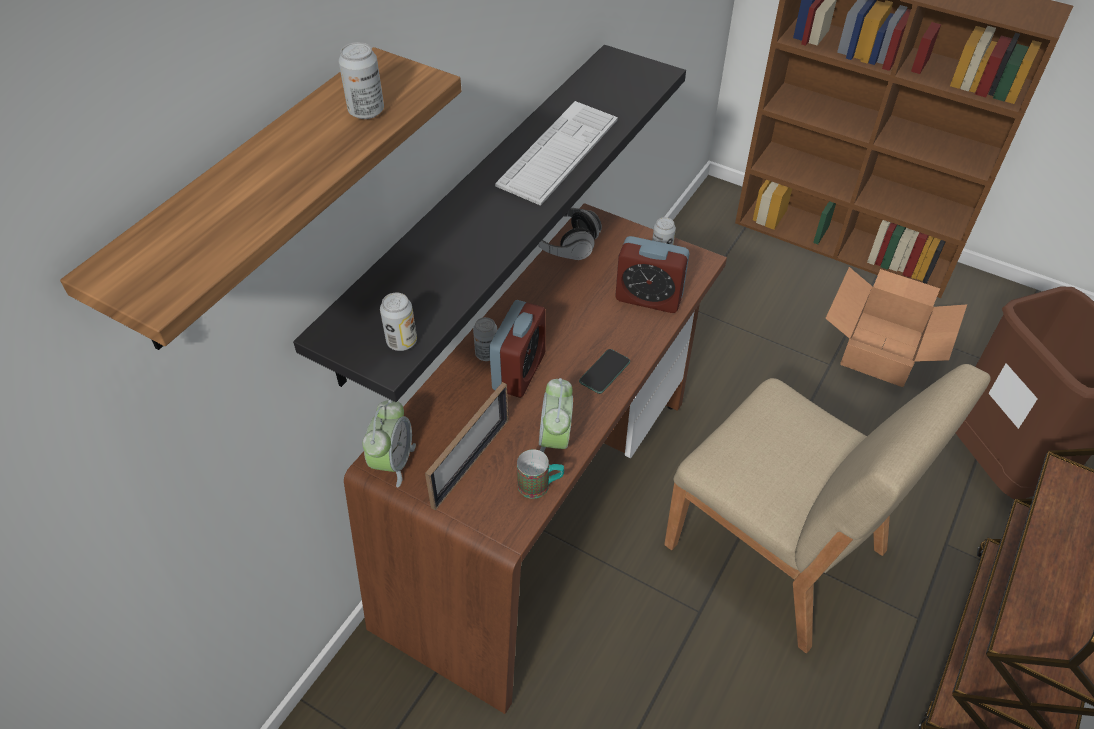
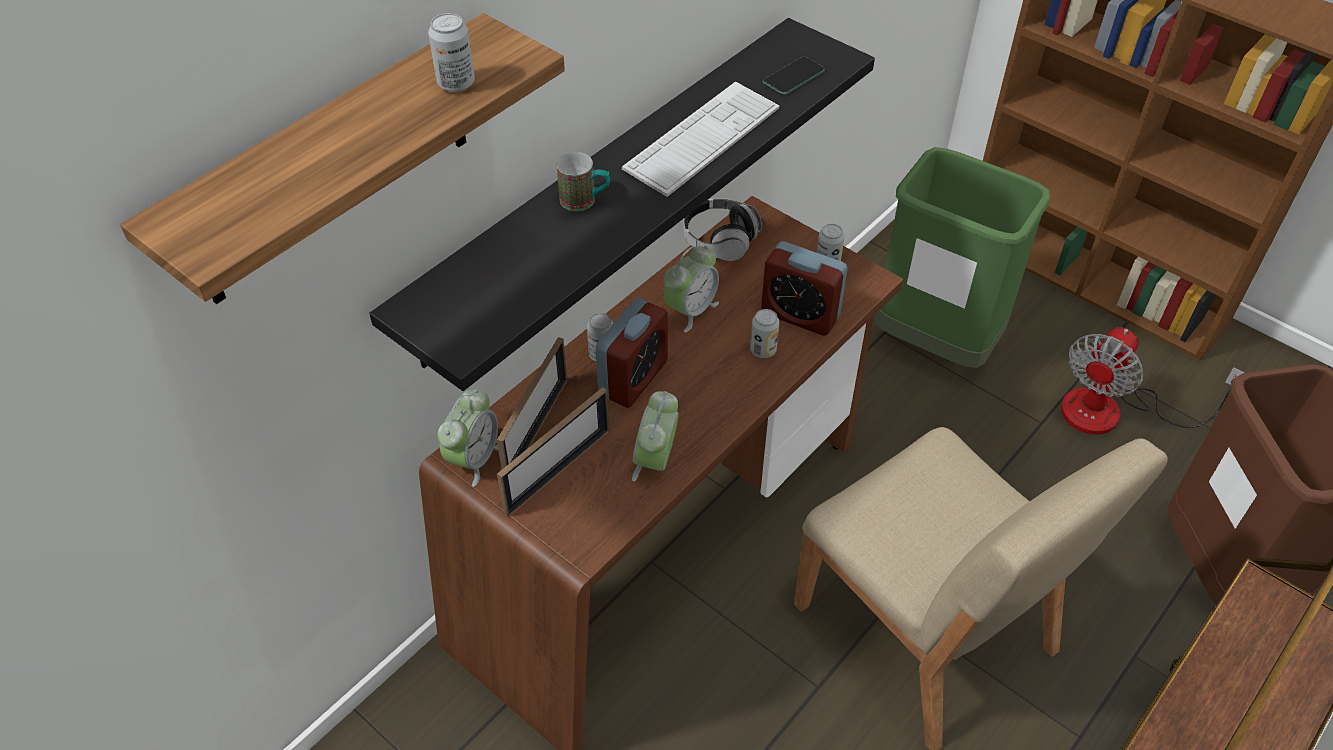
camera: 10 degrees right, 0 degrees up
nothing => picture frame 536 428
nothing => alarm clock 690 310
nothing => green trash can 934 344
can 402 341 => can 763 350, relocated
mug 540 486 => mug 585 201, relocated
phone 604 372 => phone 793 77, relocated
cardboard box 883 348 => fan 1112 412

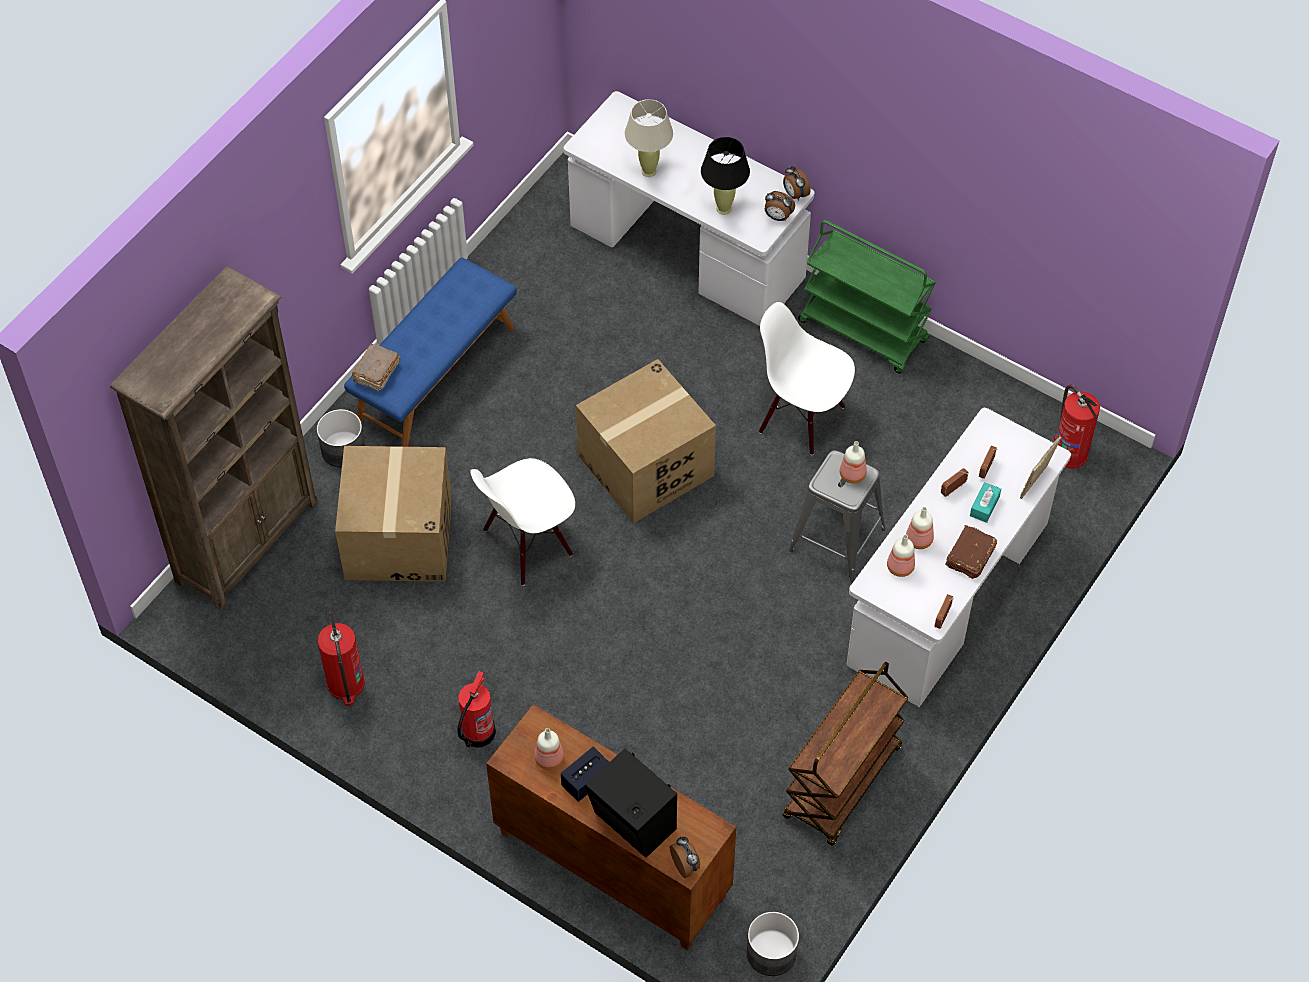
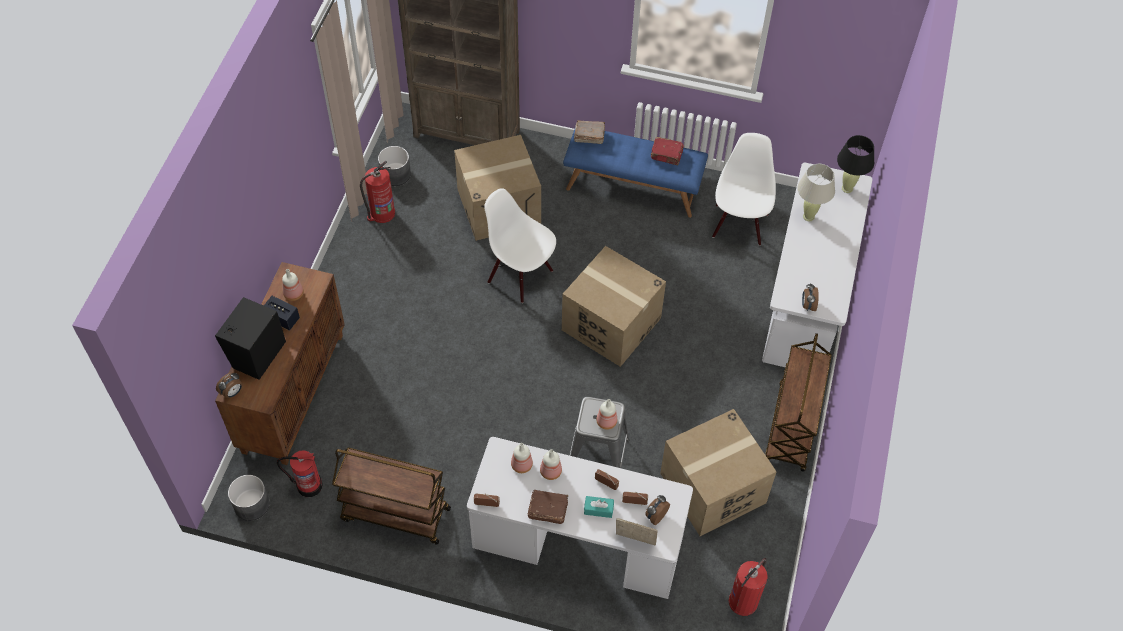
camera: 70 degrees right, 0 degrees up
nothing => red book 667 155
nothing => cardboard box 712 488
grey planter 342 449 => grey planter 395 174, relocated
fire extinguisher 477 733 => fire extinguisher 308 485, relocated
black table lamp 724 208 => black table lamp 847 188, relocated
white chair 802 418 => white chair 739 225, relocated
alarm clock 794 194 => alarm clock 655 516, relocated
green cart 864 331 => brown cart 792 428

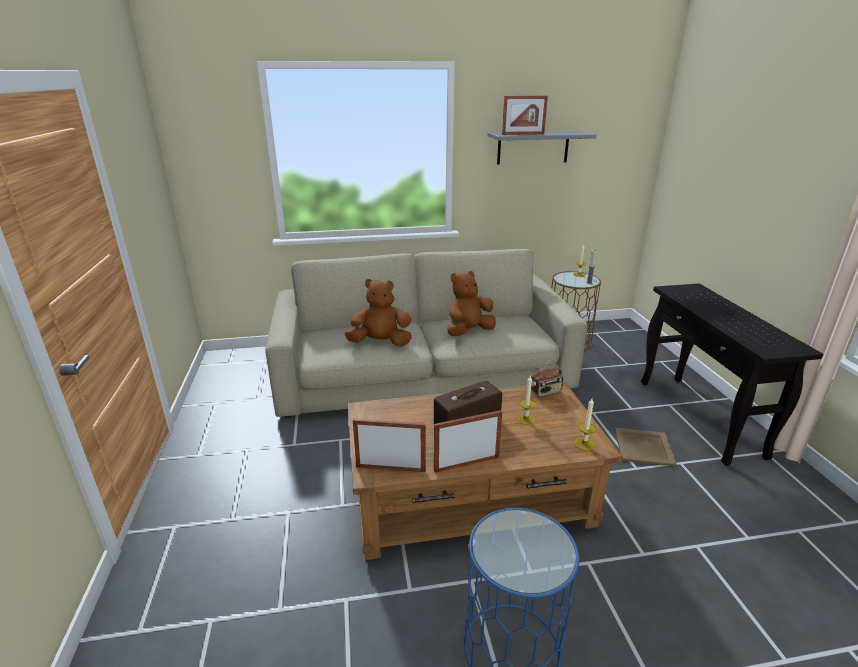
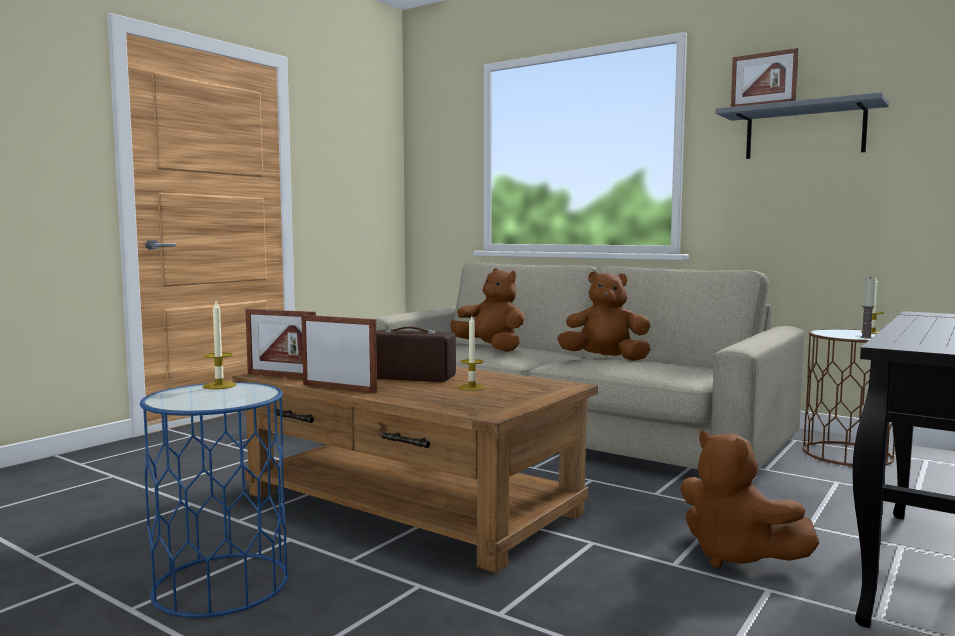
camera: 45 degrees right, 20 degrees down
radio 546 391 => nothing
candle 584 443 => candle 219 386, relocated
beige tray 643 447 => brown plush toy 735 556
picture frame 390 468 => picture frame 282 376, 150 degrees clockwise

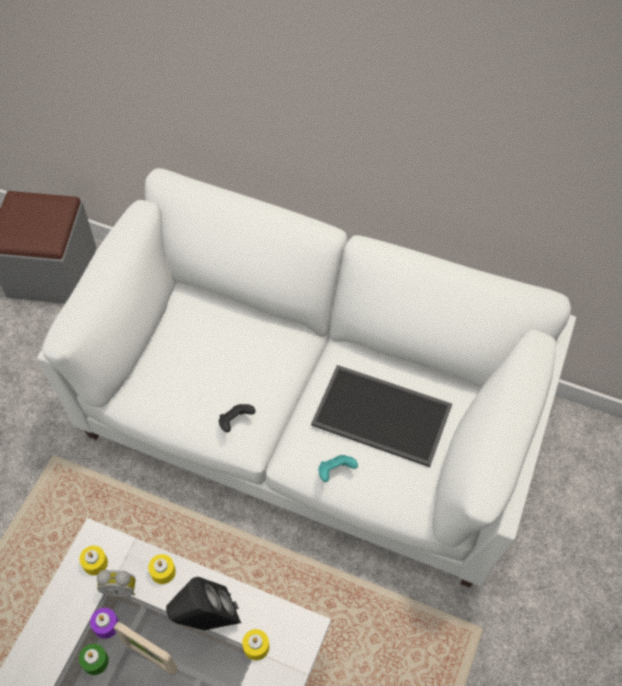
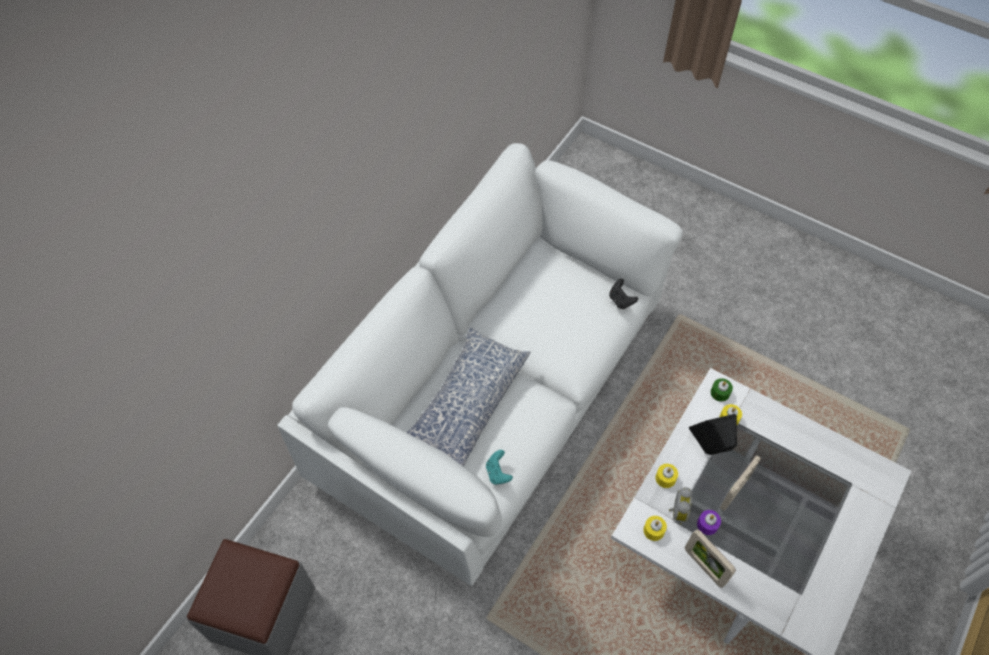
camera: 80 degrees left, 0 degrees up
tray 383 414 => nothing
nothing => pillow 466 403
nothing => picture frame 704 567
green candle 95 661 => green candle 720 393, relocated
black game controller 235 422 => black game controller 621 300, relocated
turquoise game controller 335 472 => turquoise game controller 498 473, relocated

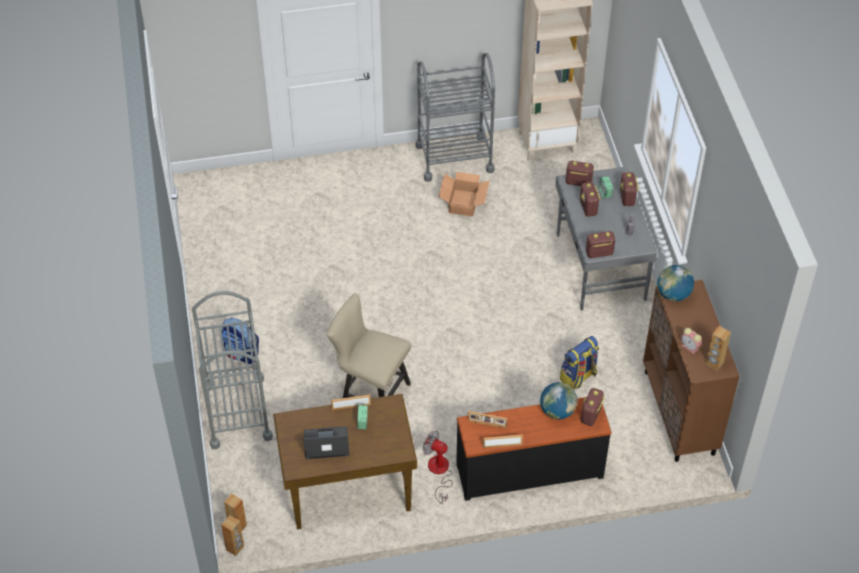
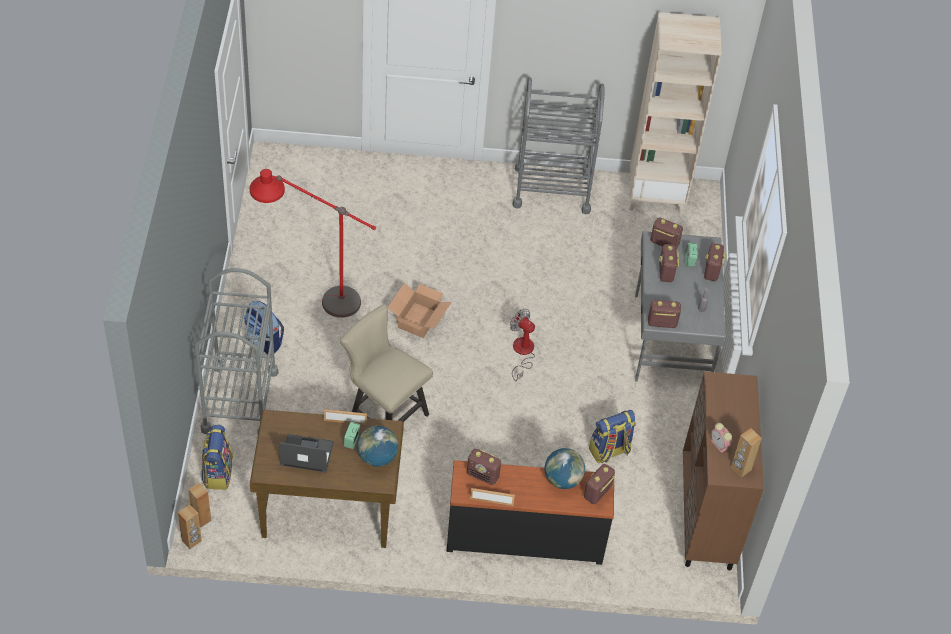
camera: 10 degrees right, 0 degrees up
nothing => backpack 217 473
nothing => red floor lamp 313 299
fan 439 472 => fan 522 353, relocated
cardboard box 463 203 => cardboard box 418 320, relocated
globe 673 294 => globe 377 457, relocated
picture frame 487 424 => radio 483 475

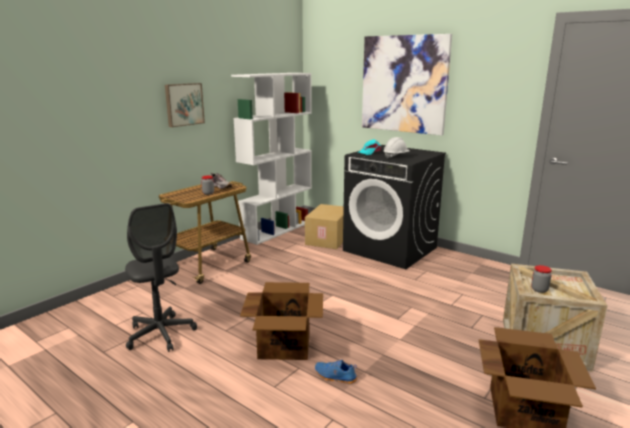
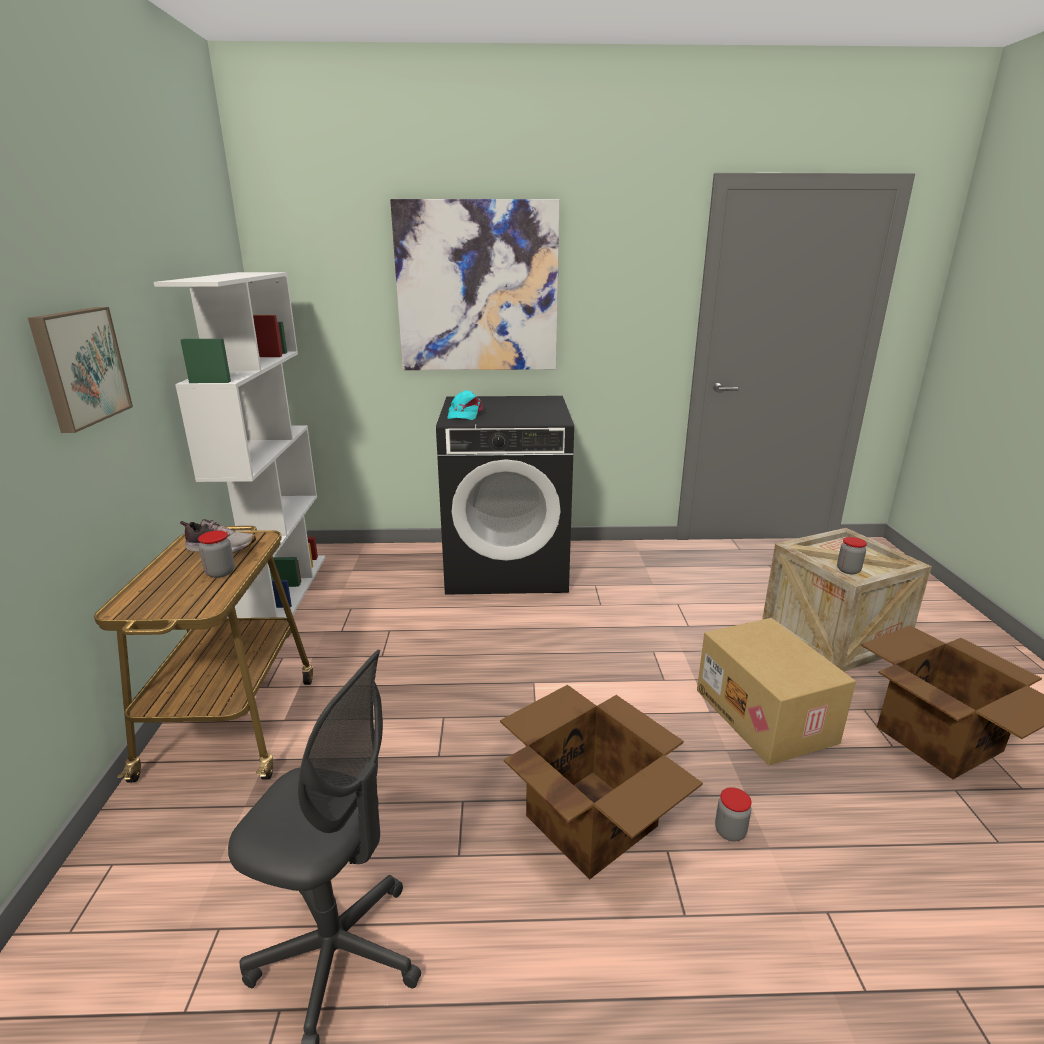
camera: 40 degrees left, 5 degrees up
white hard hat 396 157 => nothing
cardboard box 329 239 => cardboard box 766 716, relocated
blue shoe 335 377 => jar 730 831

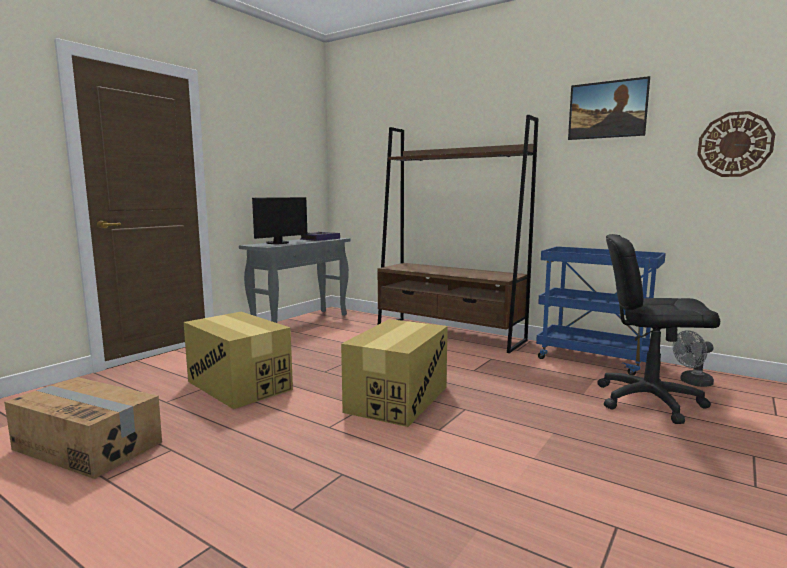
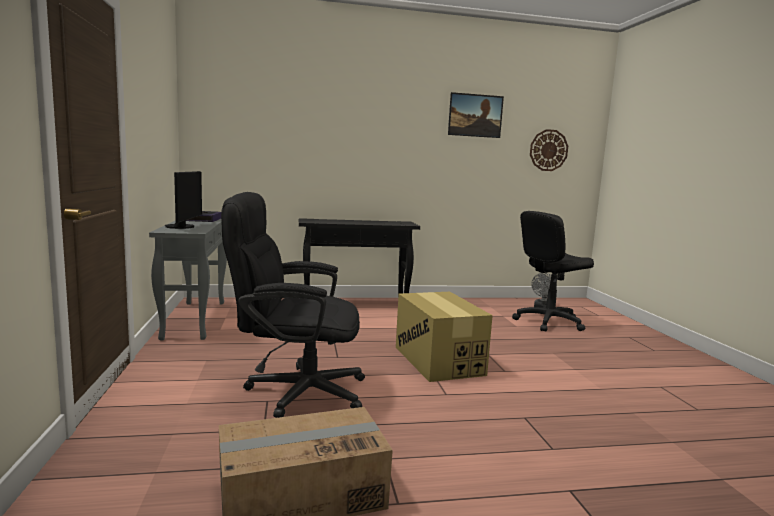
camera: 45 degrees left, 0 degrees up
blue cart 595 360 => nothing
cardboard box 239 385 => black office chair 295 391
brown bookcase 449 334 => black console table 356 304

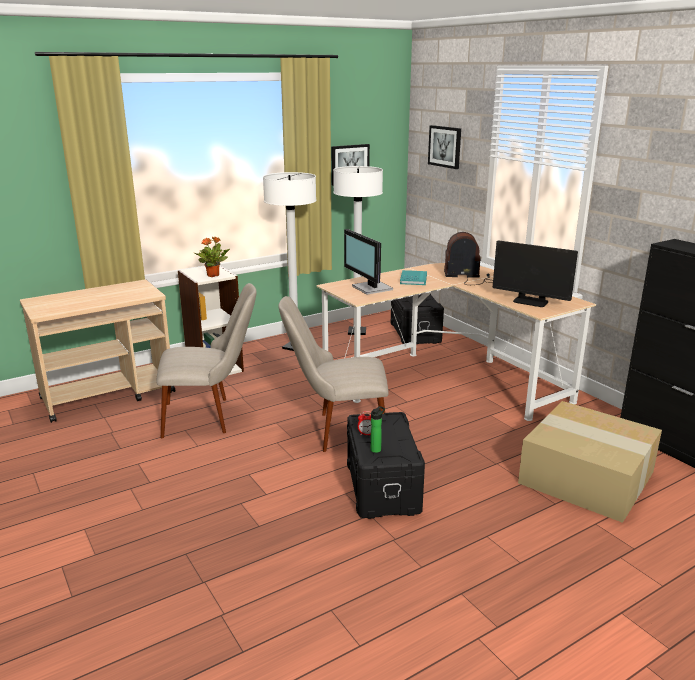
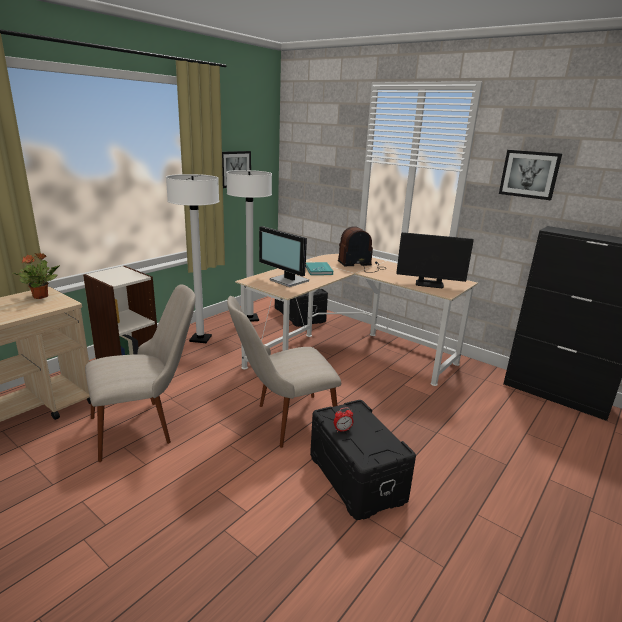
camera: 20 degrees left, 0 degrees up
bottle 377 449 => nothing
cardboard box 588 477 => nothing
potted plant 213 275 => potted plant 41 296, relocated
picture 445 146 => picture 529 174, relocated

